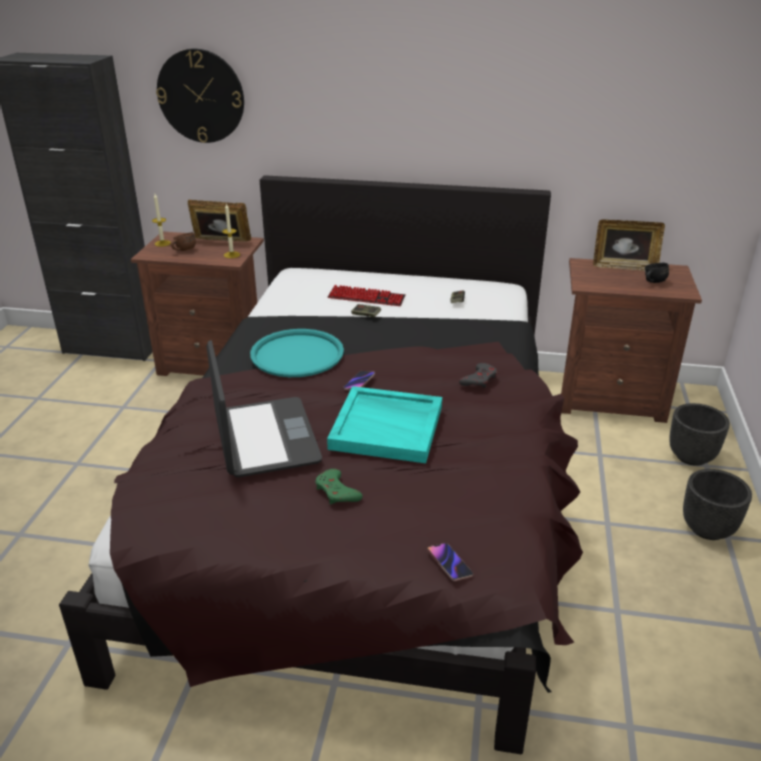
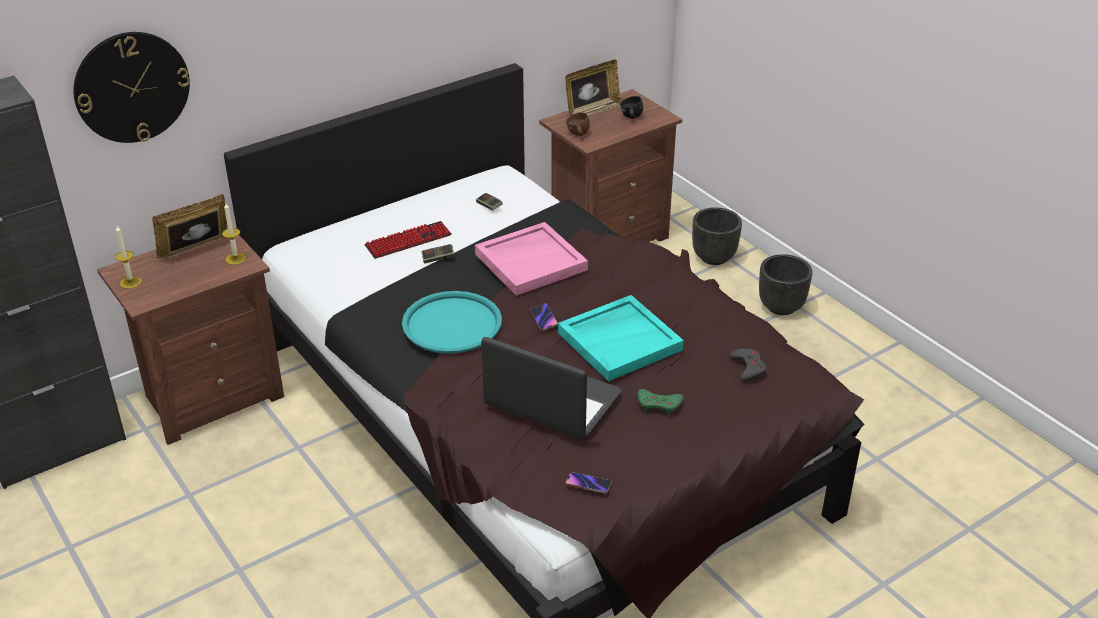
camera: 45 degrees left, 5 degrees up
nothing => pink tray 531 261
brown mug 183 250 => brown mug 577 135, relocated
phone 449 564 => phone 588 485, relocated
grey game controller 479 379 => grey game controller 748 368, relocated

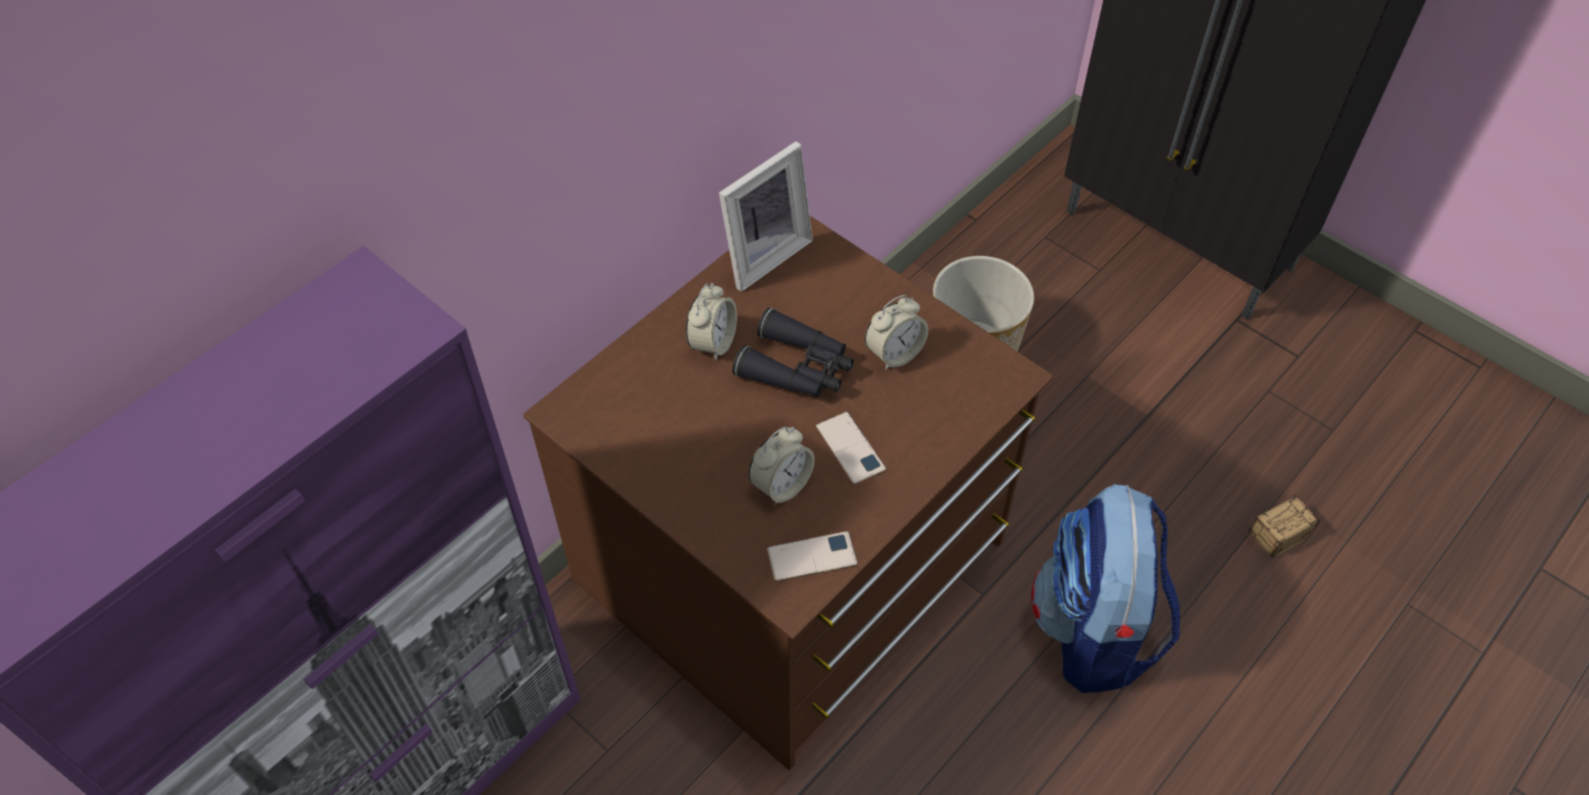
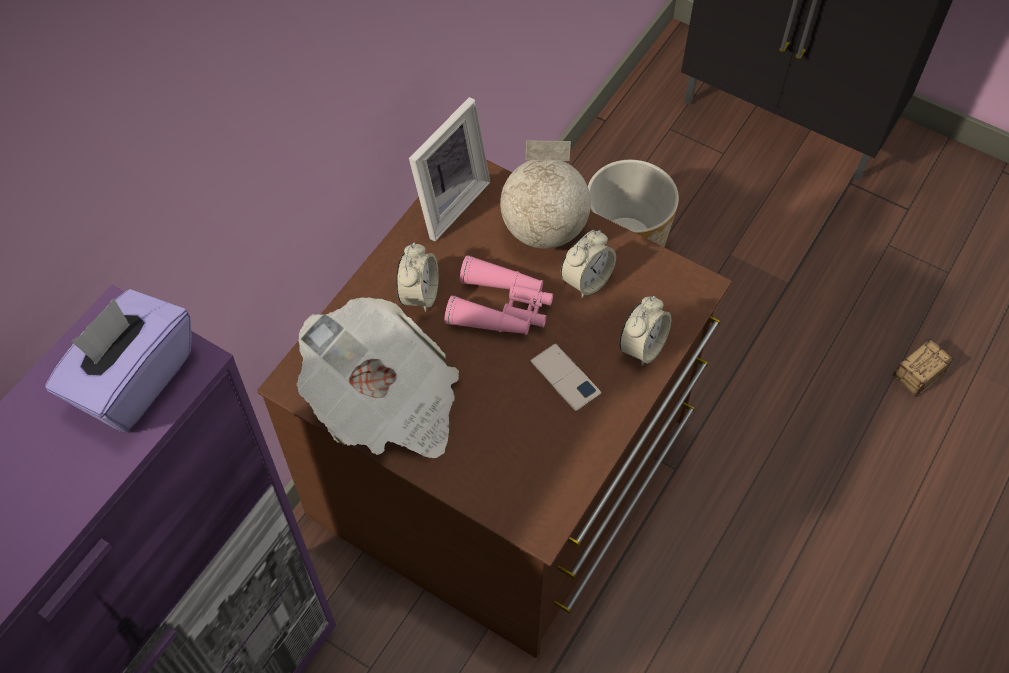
camera: 10 degrees left, 5 degrees up
phone 812 557 => nothing
backpack 1094 631 => nothing
nothing => purple tissue box 133 379
nothing => newspaper 386 403
nothing => globe 545 230
alarm clock 781 485 => alarm clock 642 347, relocated
black binoculars 797 368 => pink binoculars 502 308

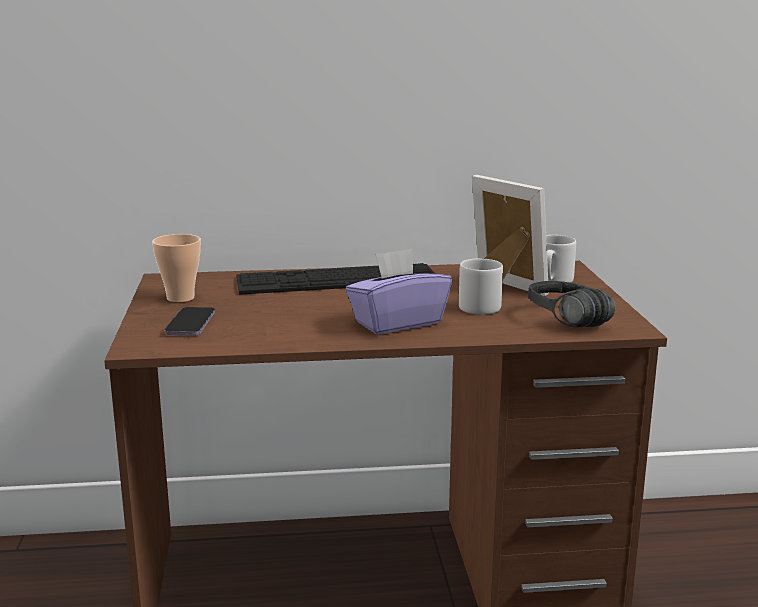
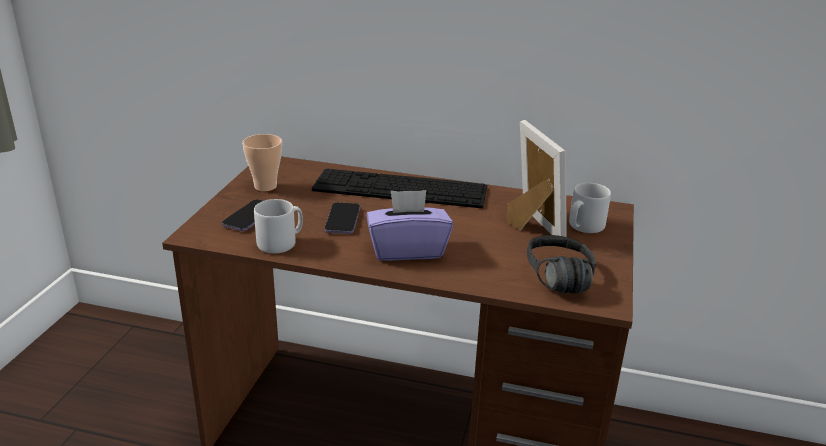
camera: 20 degrees right, 10 degrees up
nothing => phone 342 220
grey mug 482 306 => grey mug 281 243, relocated

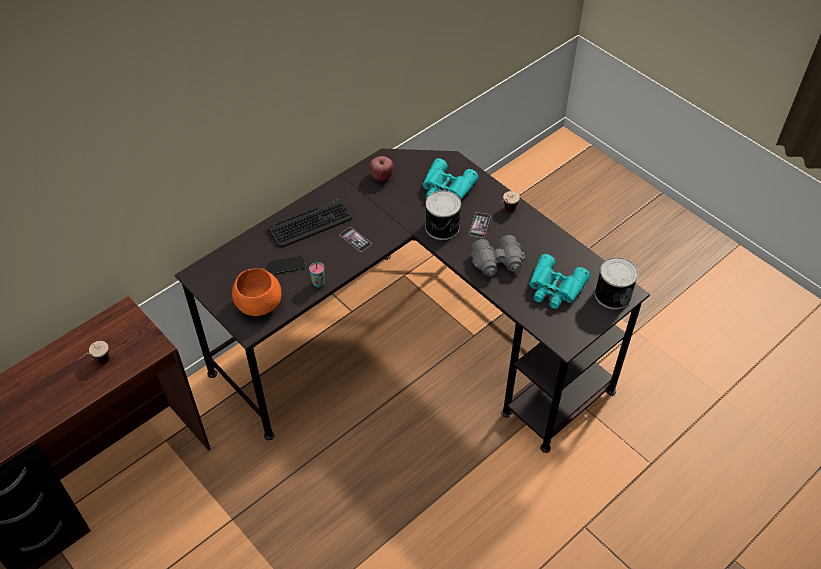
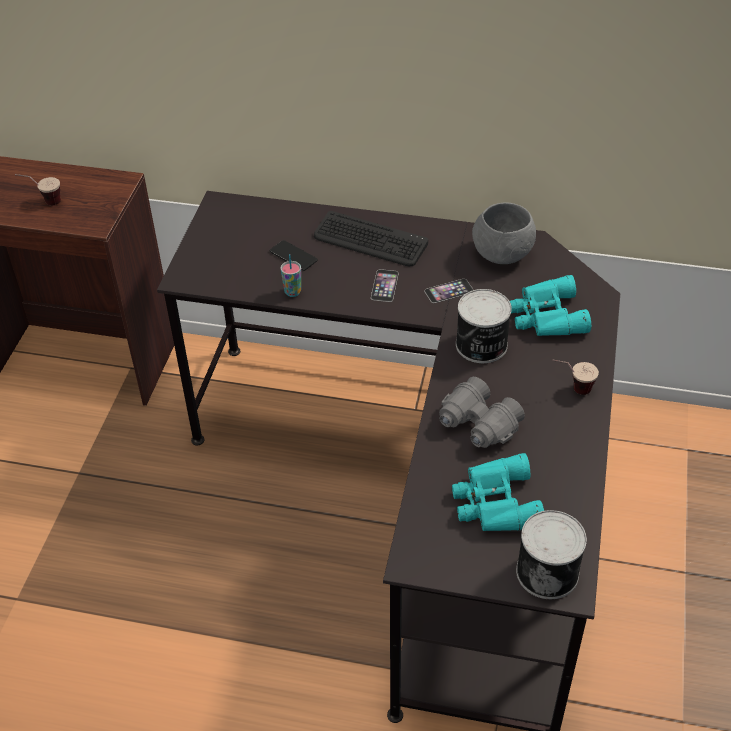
camera: 55 degrees right, 5 degrees down
orange bowl 258 304 => nothing
phone 479 225 => phone 449 291, relocated
apple 381 176 => grey bowl 501 254

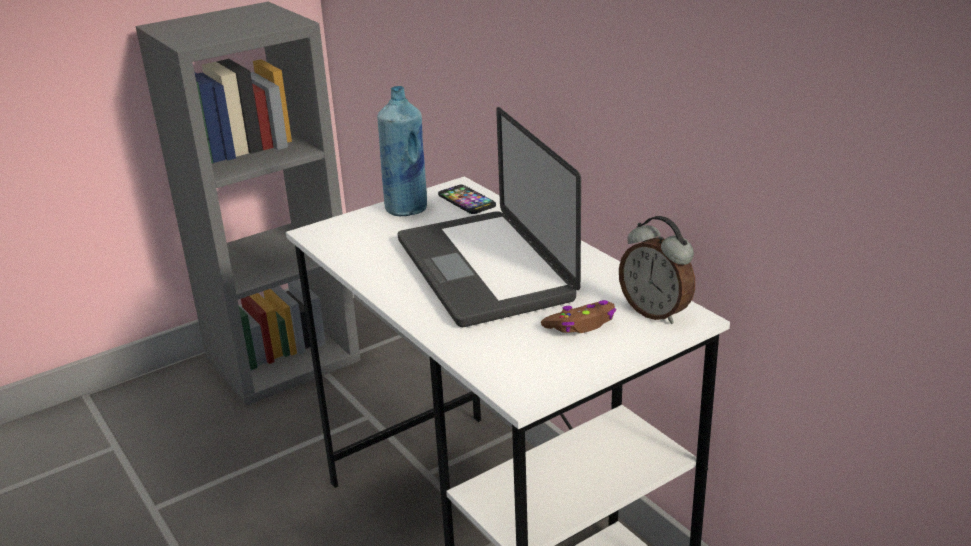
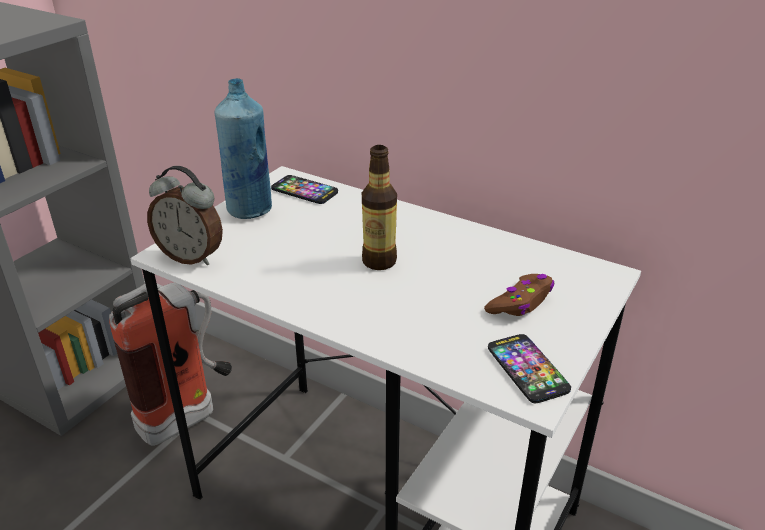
camera: 25 degrees left, 5 degrees up
nothing => fire extinguisher 189 415
nothing => phone 527 369
alarm clock 656 312 => alarm clock 192 257, relocated
laptop 483 269 => bottle 379 261

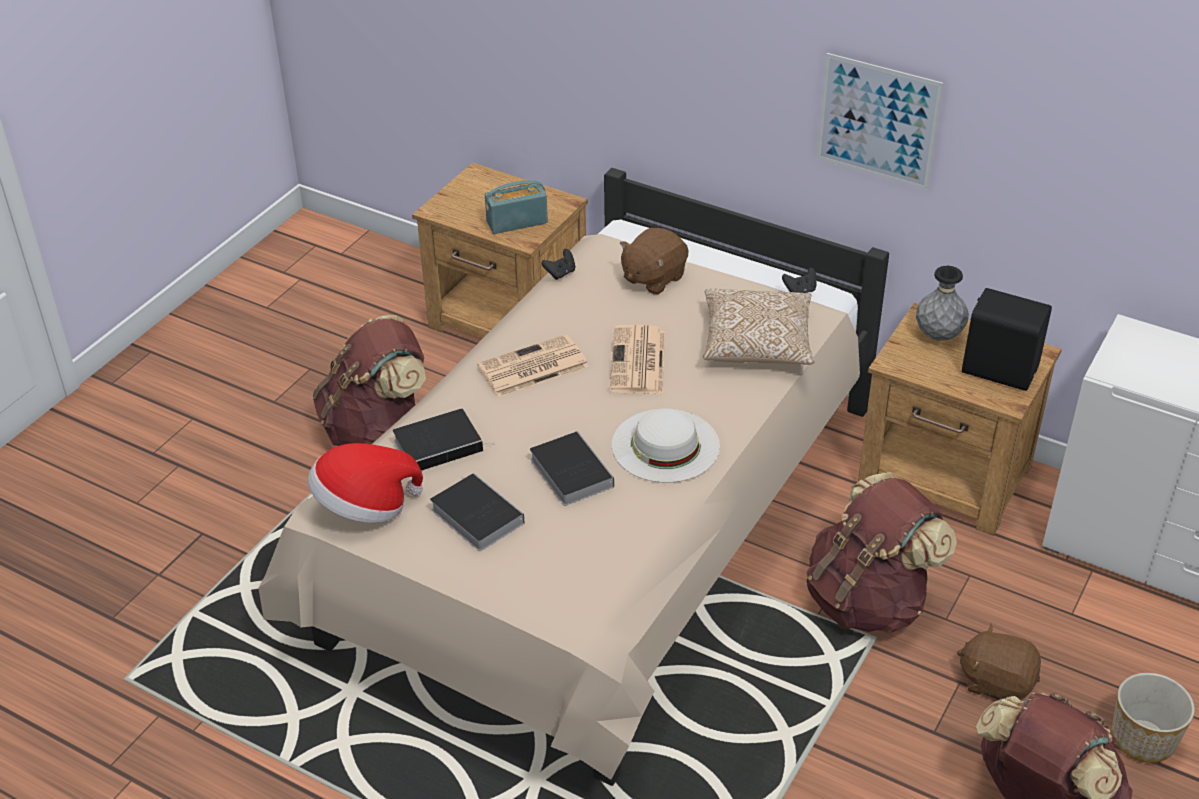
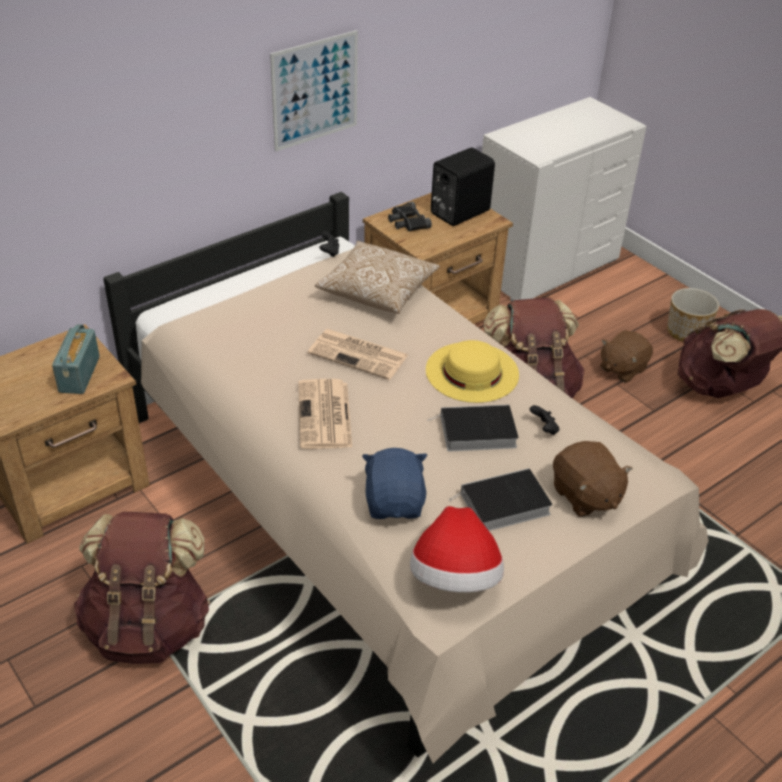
camera: 70 degrees left, 0 degrees up
black game controller 560 273 => black game controller 544 429, relocated
brown plush toy 653 278 => brown plush toy 585 496, relocated
book 440 444 => blue plush toy 395 502
grey vase 938 336 => black binoculars 407 222
white hat 665 445 => yellow hat 472 372

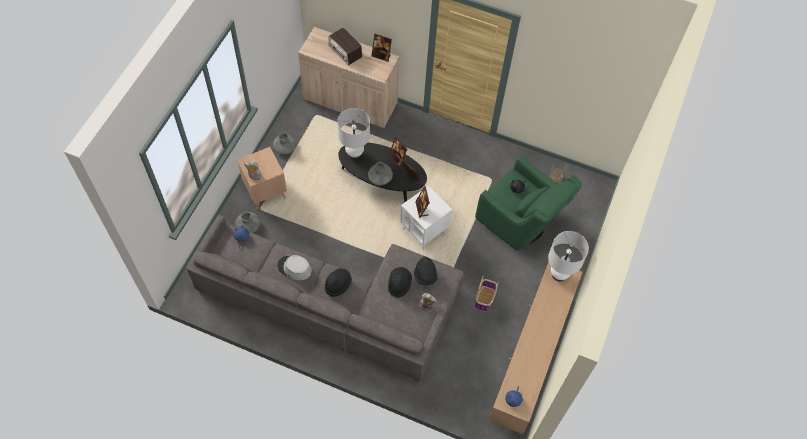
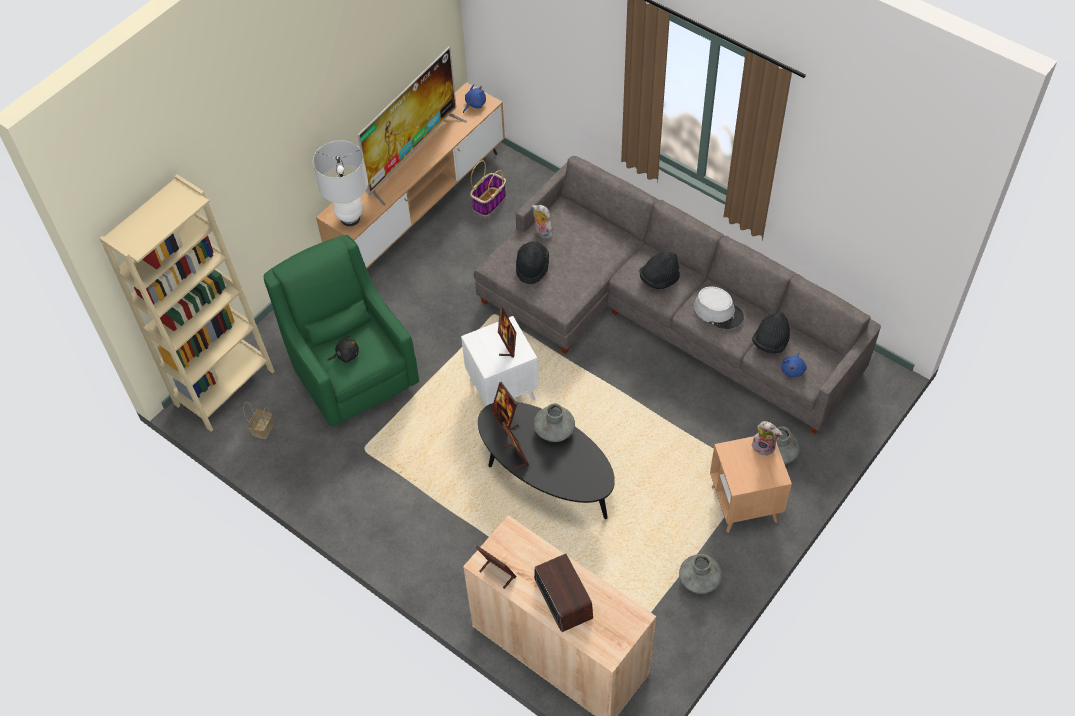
camera: 160 degrees left, 5 degrees down
white table lamp 354 154 => nothing
nothing => beige bookcase 224 388
nothing => television 413 155
black hat 399 284 => black hat 770 342, relocated
basket 484 299 => basket 489 201, relocated

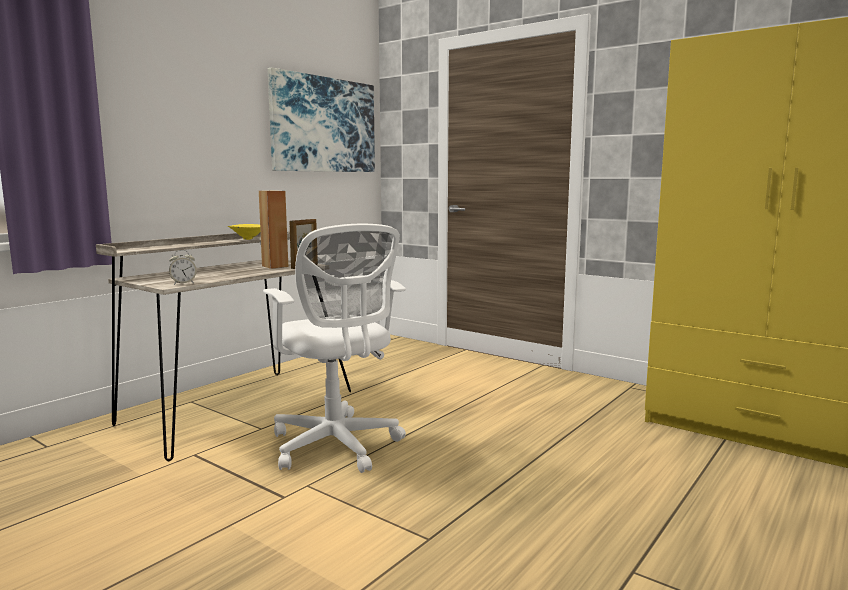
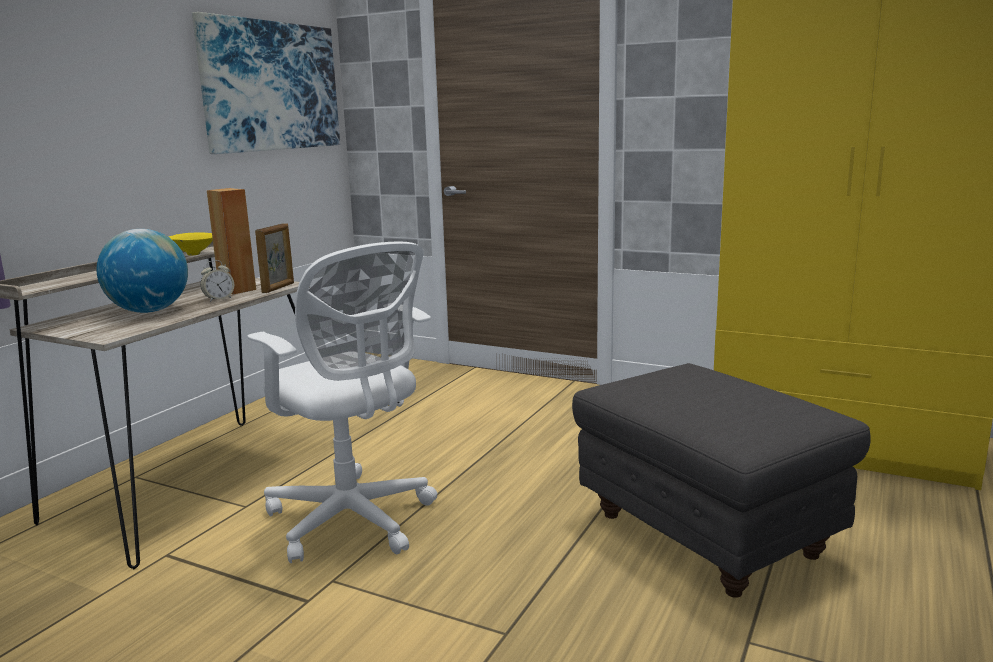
camera: 10 degrees left, 5 degrees up
nothing => globe 149 311
nothing => grey ottoman 707 536
alarm clock 183 283 => alarm clock 219 299, relocated

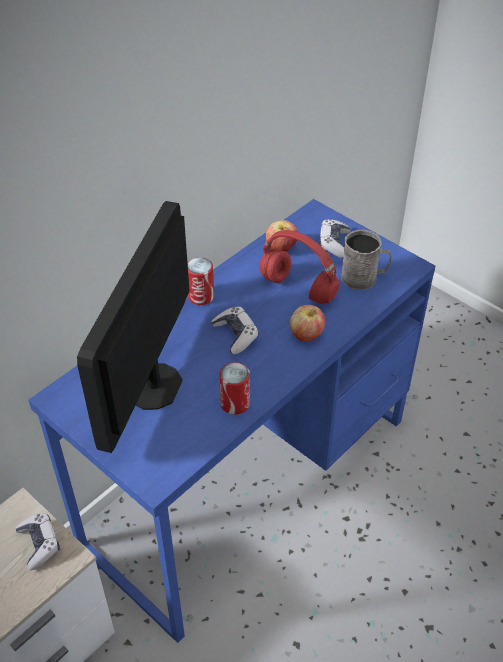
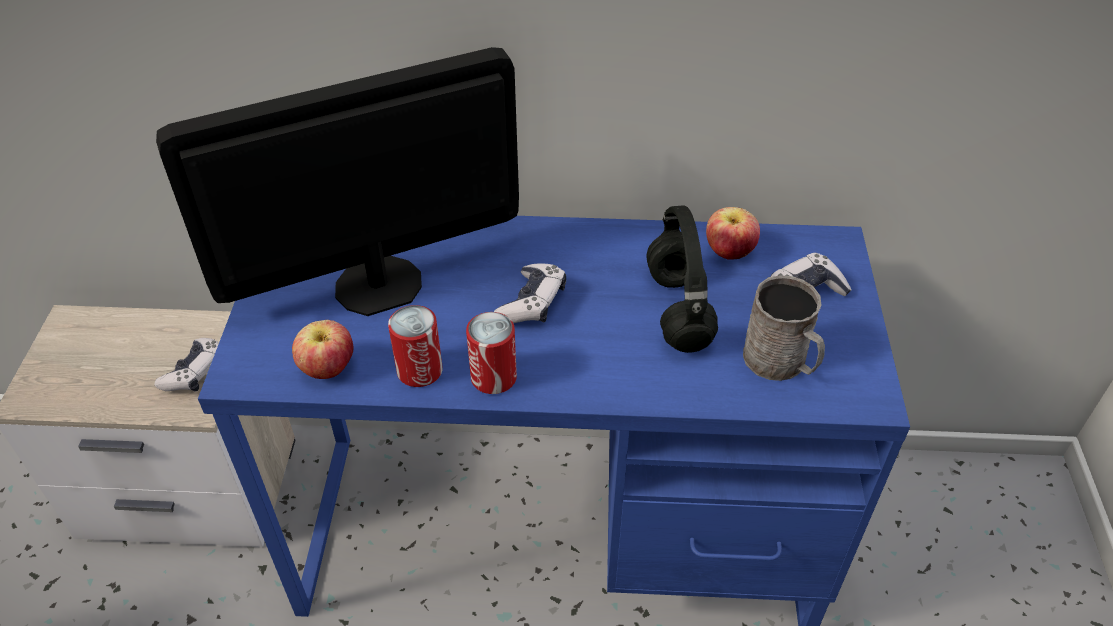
camera: 50 degrees right, 0 degrees up
can 201 296 => can 493 377, relocated
apple 306 335 => apple 328 369, relocated
red headphones 299 288 => black headphones 680 312

